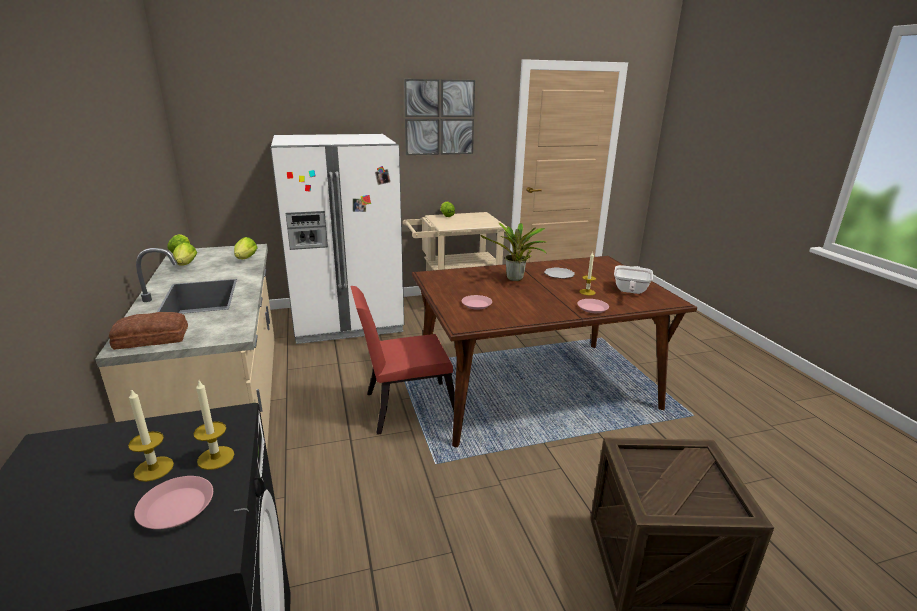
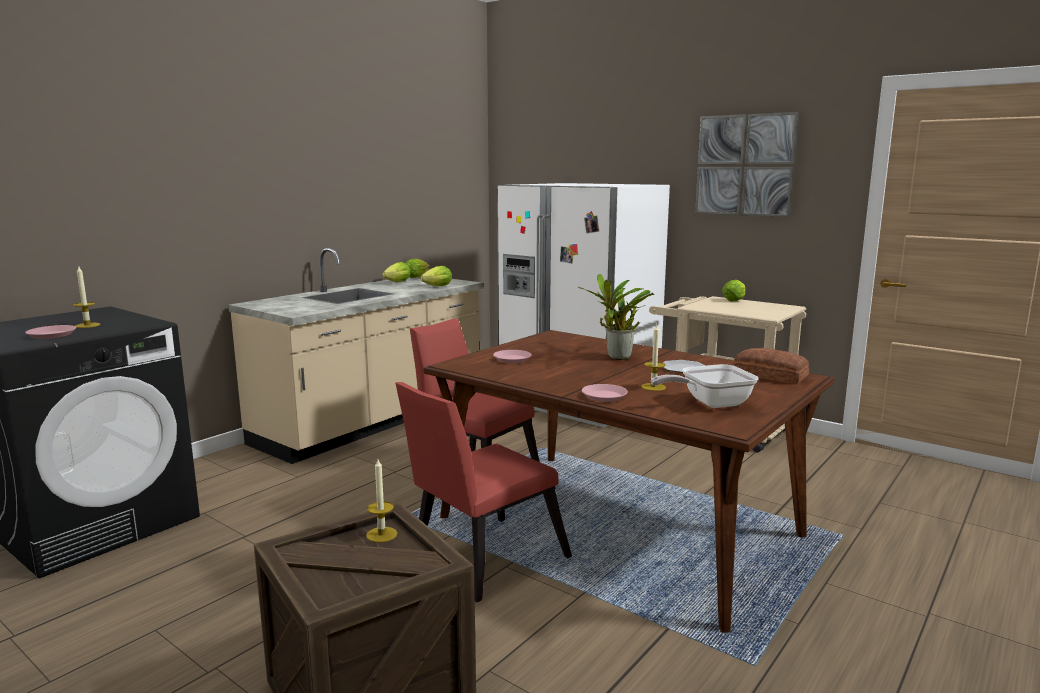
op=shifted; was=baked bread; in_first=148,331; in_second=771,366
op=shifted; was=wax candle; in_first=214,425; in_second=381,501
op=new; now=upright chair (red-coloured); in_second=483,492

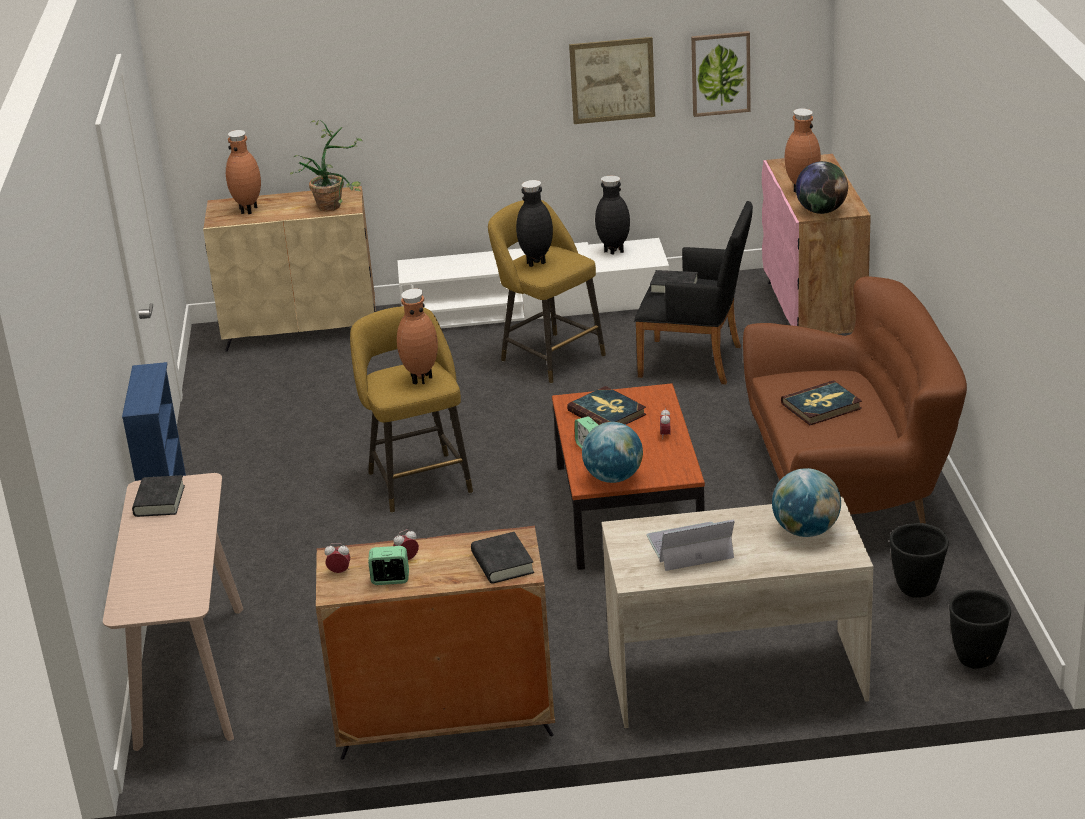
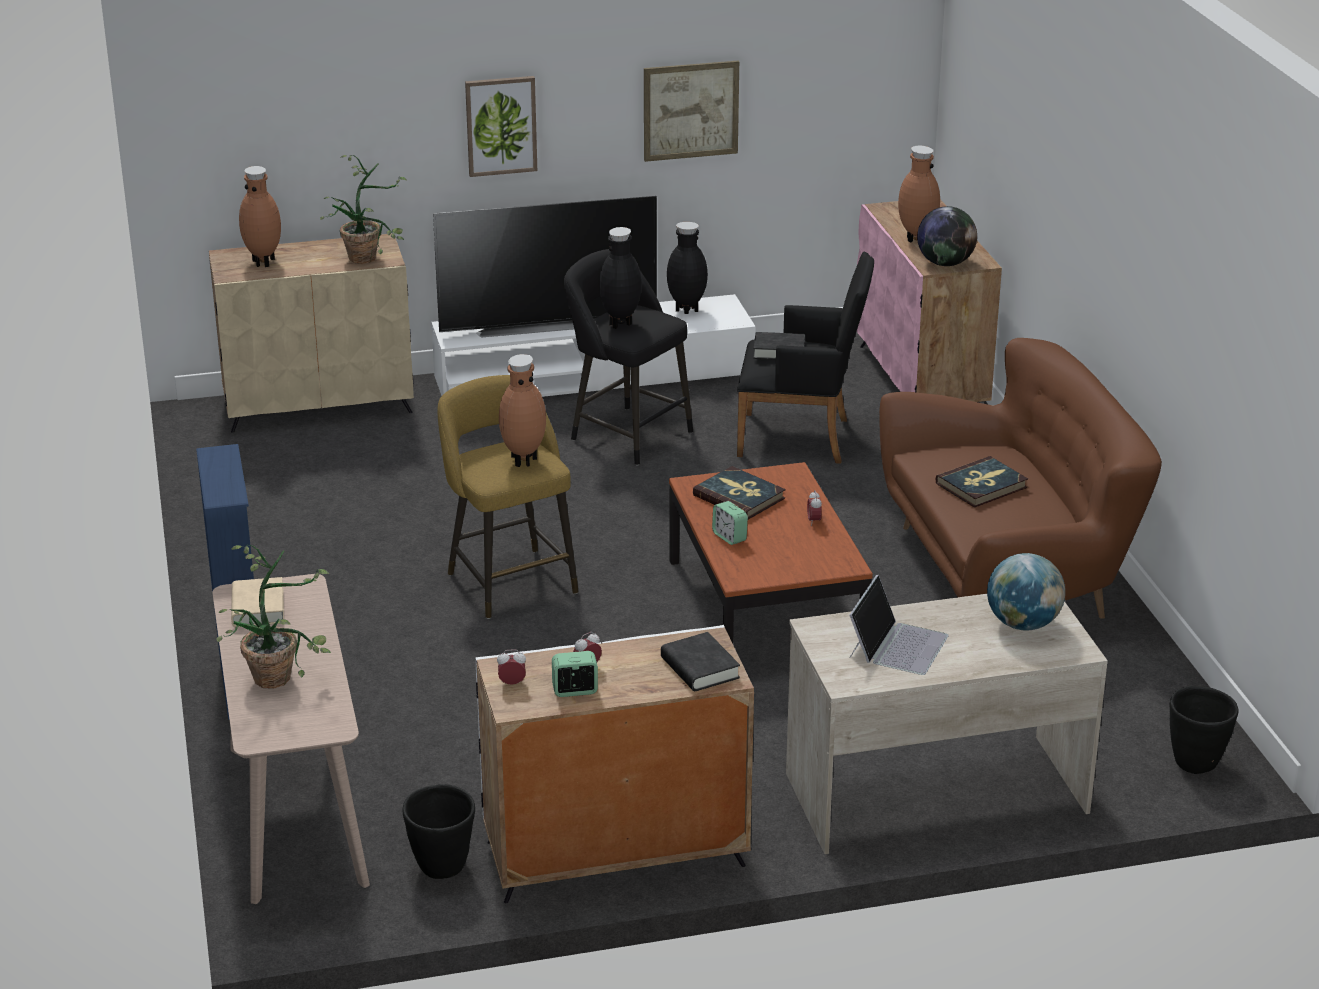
op=shifted; was=picture; in_first=721,74; in_second=501,126
op=repainted; was=stool (yellow); now=stool (black-coloured); in_first=547,292; in_second=628,357
op=gone; was=desk globe; in_first=612,452
op=repainted; was=volume (black-coloured); now=volume (beige); in_first=158,496; in_second=257,602
op=rotated; was=notebook computer; in_first=691,545; in_second=899,625; clockwise=135
op=shifted; was=plant pot (black-coloured); in_first=919,560; in_second=438,831
op=repainted; was=cabinet (brown-coloured); now=cabinet (white); in_first=435,642; in_second=615,764
op=new; now=TV set; in_second=545,266
op=new; now=potted plant; in_second=273,617

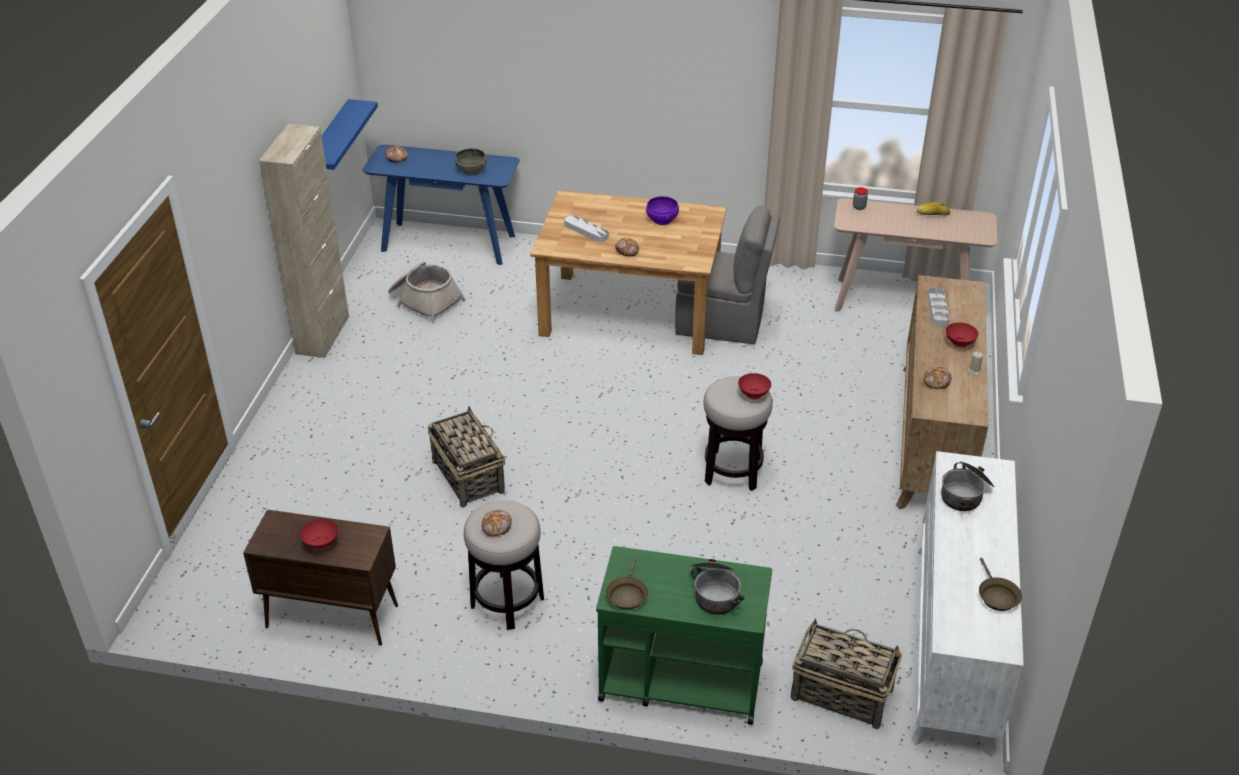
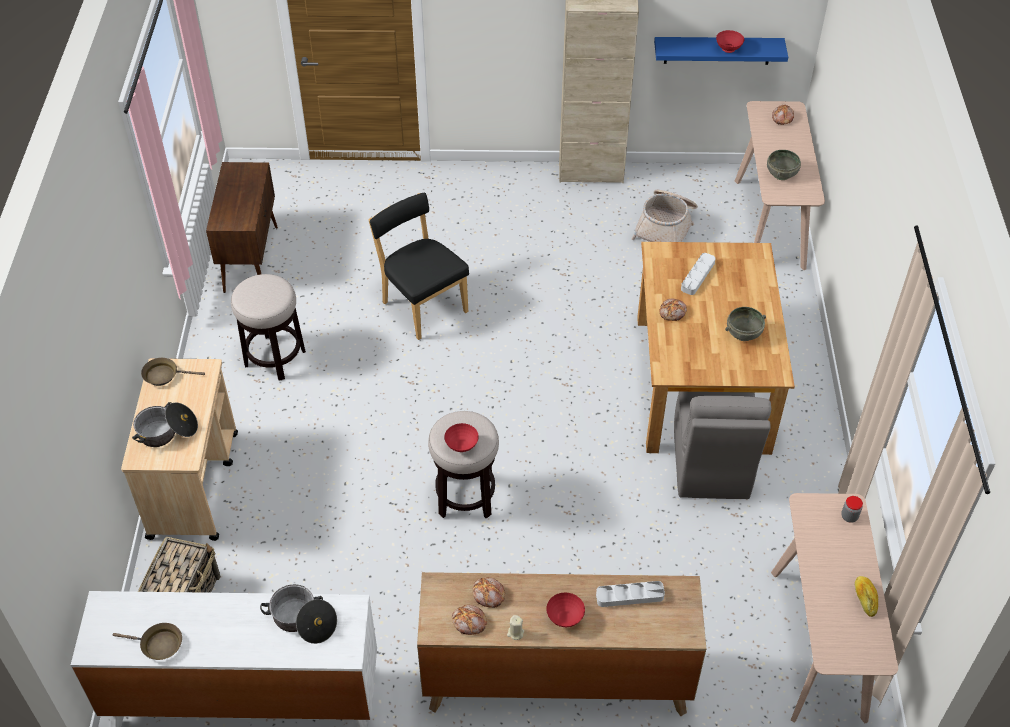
op=repainted; was=hall table (blue-coloured); now=hall table (beige); in_first=441,204; in_second=780,185
op=repainted; was=deep dish (purplish); now=deep dish (grey); in_first=662,210; in_second=745,324
op=swapped; was=basket; now=upright chair (black-coloured); in_first=466,457; in_second=419,266
op=shifted; was=baked bread; in_first=497,523; in_second=469,620
op=shifted; was=deep dish (red-coloured); in_first=319,534; in_second=730,41
op=repainted; was=cart (greenish); now=cart (beige); in_first=684,635; in_second=179,449
op=rotated; was=frying pan (brown-coloured); in_first=1000,584; in_second=147,641; clockwise=-150

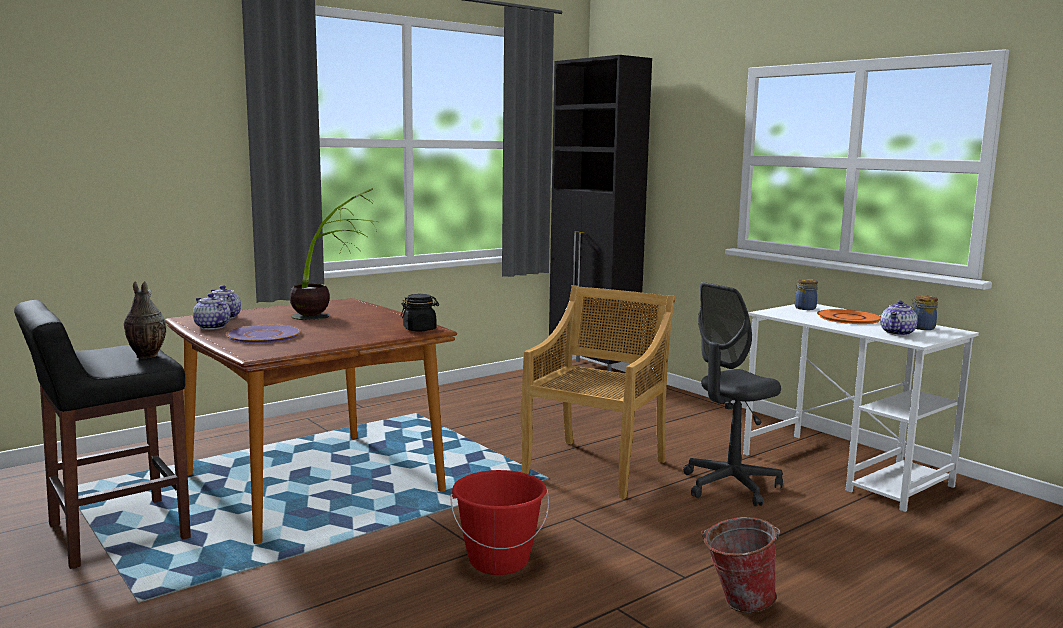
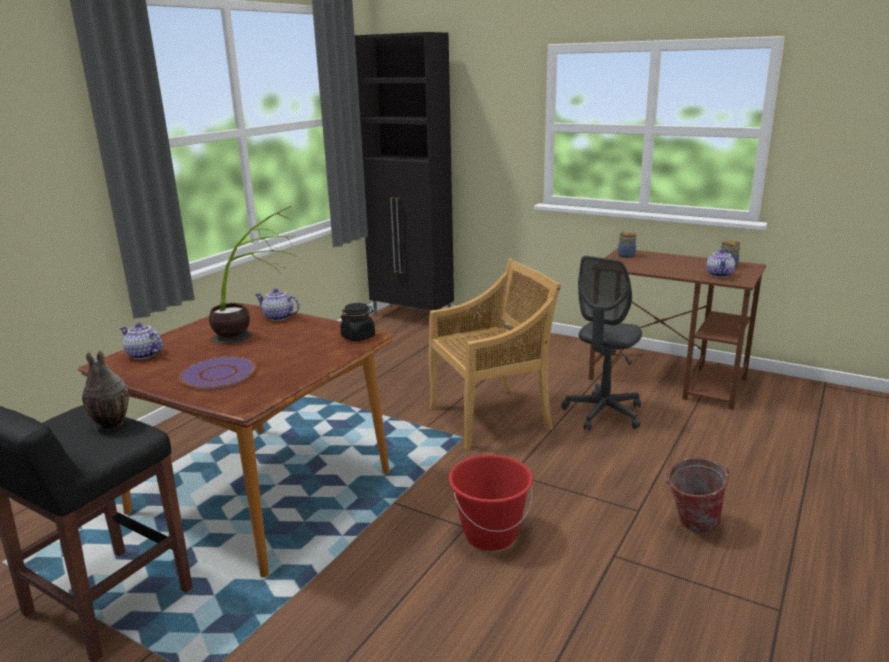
op=rotated; was=upright chair (beige); in_first=597,392; in_second=494,354; clockwise=60
op=shifted; was=pot for tea; in_first=211,311; in_second=277,304
op=repainted; was=desk table (white); now=desk table (brown-coloured); in_first=861,408; in_second=677,329
op=gone; was=flat dish (orange-coloured); in_first=849,316

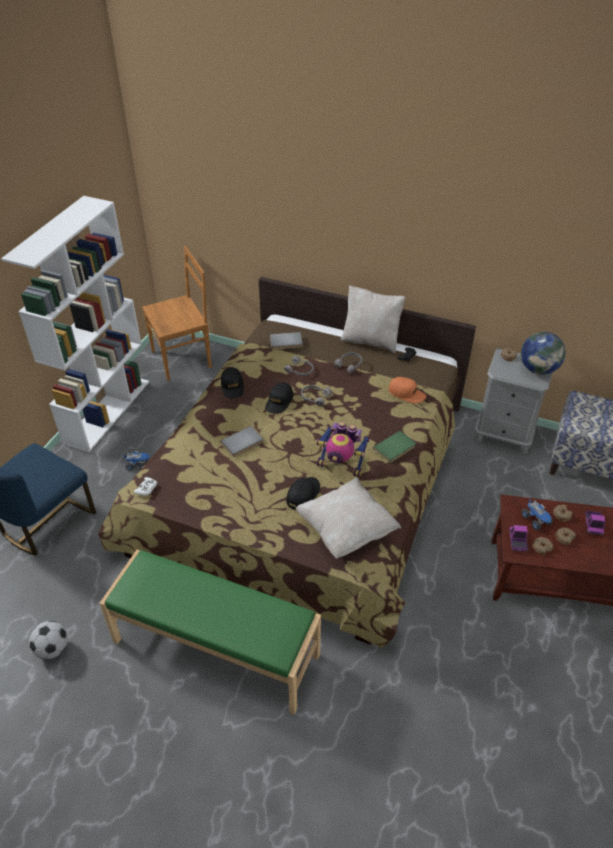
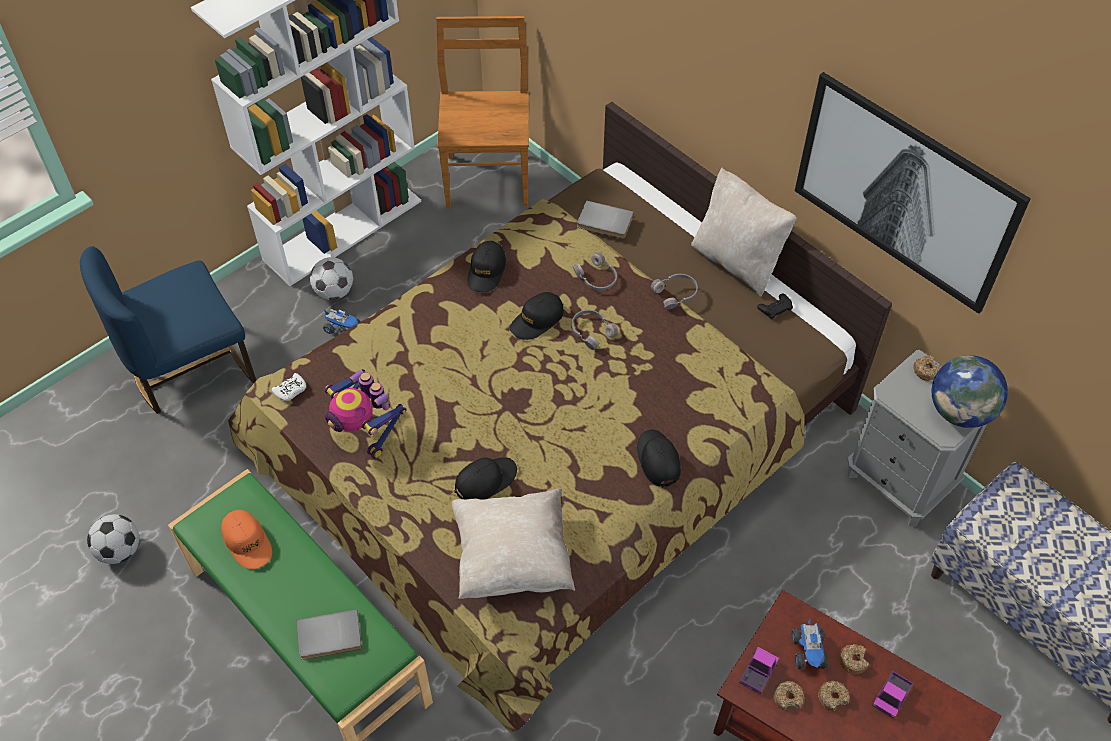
op=rotated; was=upright chair (brown-coloured); in_first=177,313; in_second=482,112; clockwise=-90
op=shifted; was=cap (orange-coloured); in_first=407,390; in_second=246,540
op=shifted; was=model robot; in_first=343,449; in_second=366,414
op=shifted; was=volume (grey); in_first=241,441; in_second=329,634
op=swapped; was=volume (greenish); now=cap (black-coloured); in_first=394,447; in_second=659,458
op=new; now=picture; in_second=913,193
op=new; now=football ball; in_second=331,278

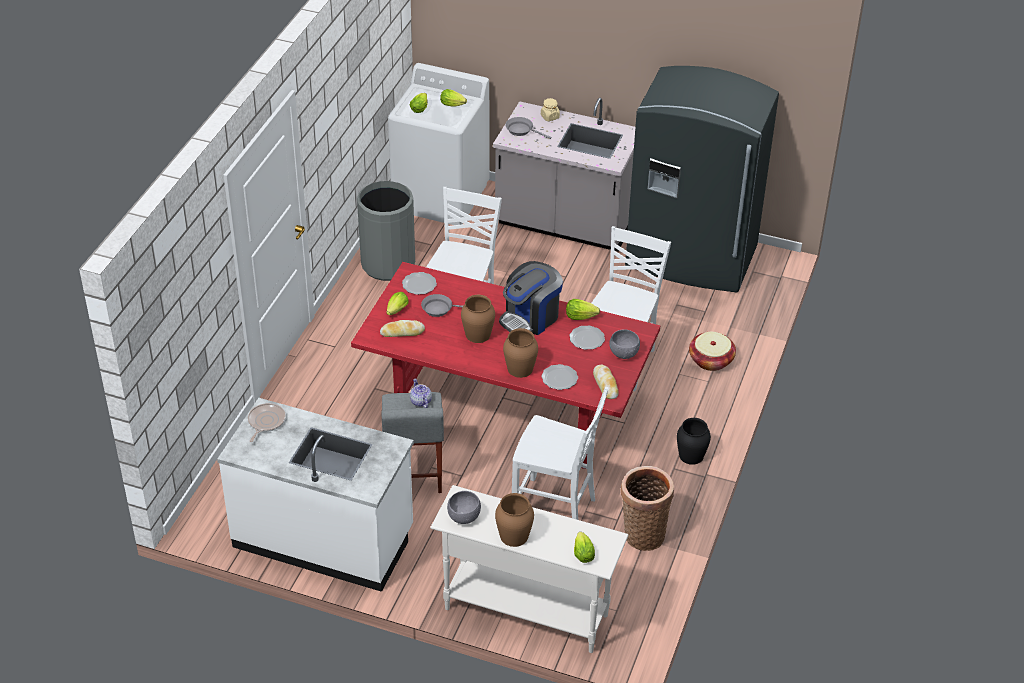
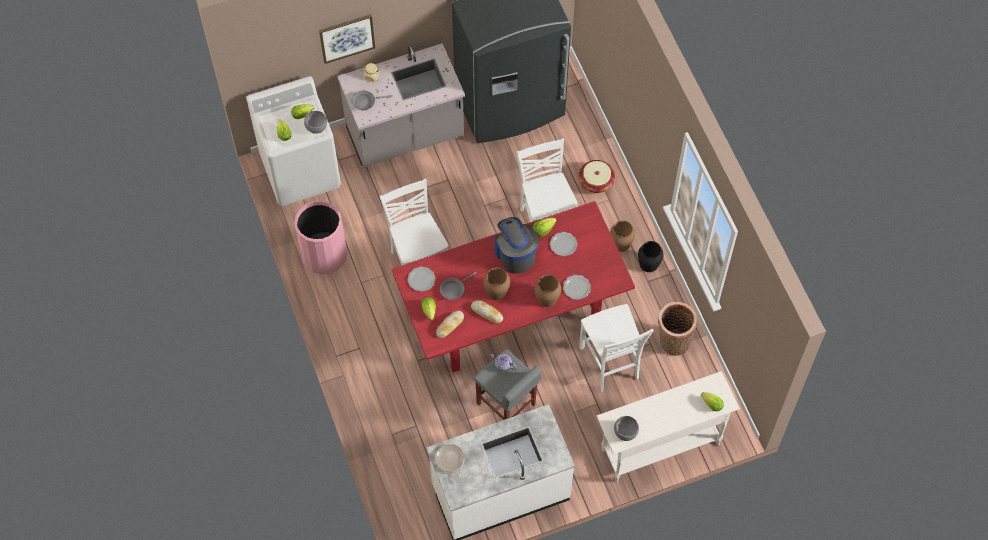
op=repainted; was=trash can (grey); now=trash can (pink); in_first=386,231; in_second=320,237
op=rotated; was=coffee machine; in_first=531,298; in_second=517,245; clockwise=150
op=shifted; was=deep dish (grey); in_first=624,344; in_second=315,122
op=shifted; was=baked bread; in_first=606,382; in_second=487,312
op=rotated; was=upright chair (white); in_first=560,453; in_second=616,348; clockwise=90
op=shifted; was=vase (brown-coloured); in_first=514,520; in_second=622,236
op=new; now=picture; in_second=347,39

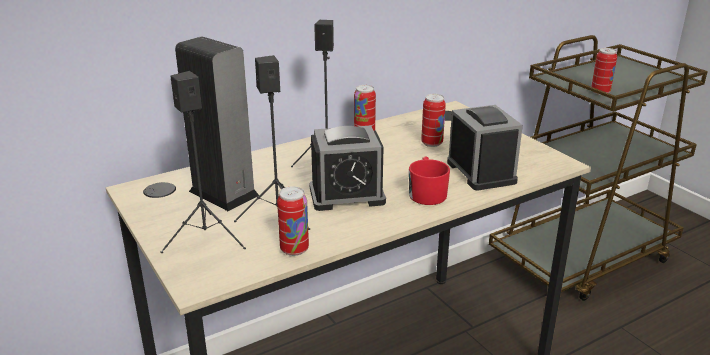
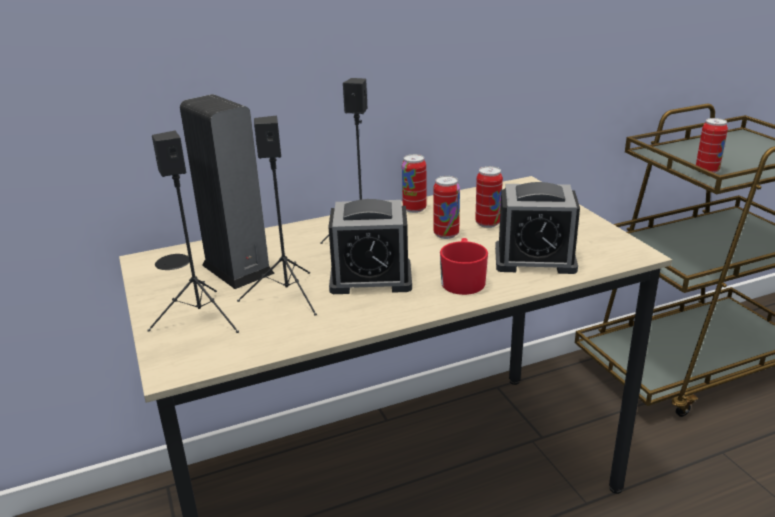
op=rotated; was=alarm clock; in_first=485,148; in_second=537,228; clockwise=105
op=shifted; was=can; in_first=293,221; in_second=446,207

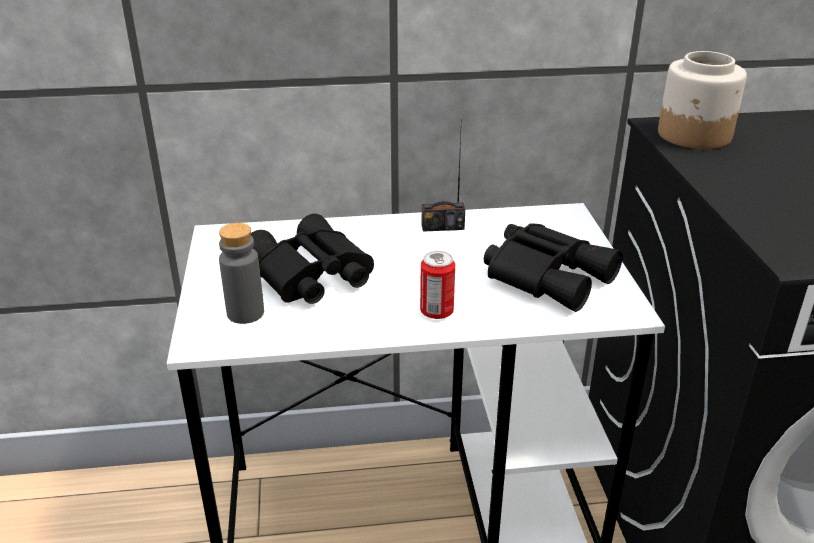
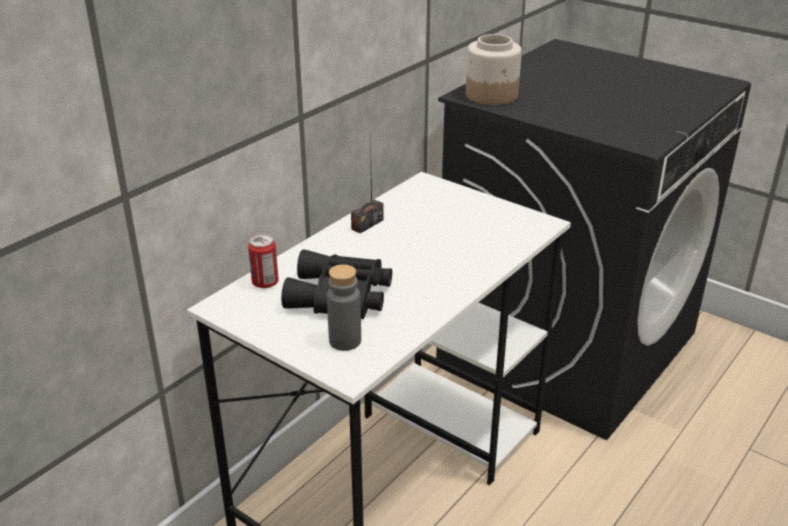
op=gone; was=pair of binoculars (black-coloured); in_first=553,267
op=shifted; was=can; in_first=437,285; in_second=263,261

